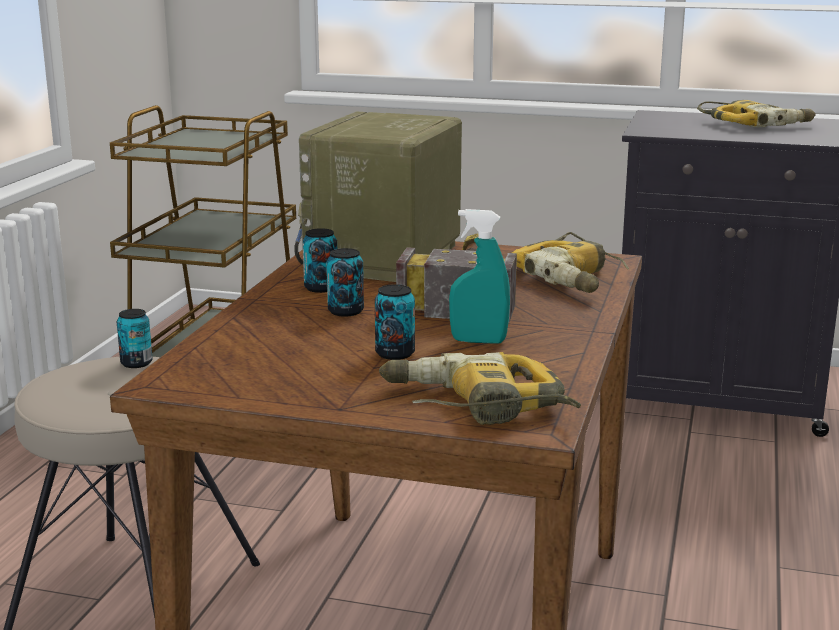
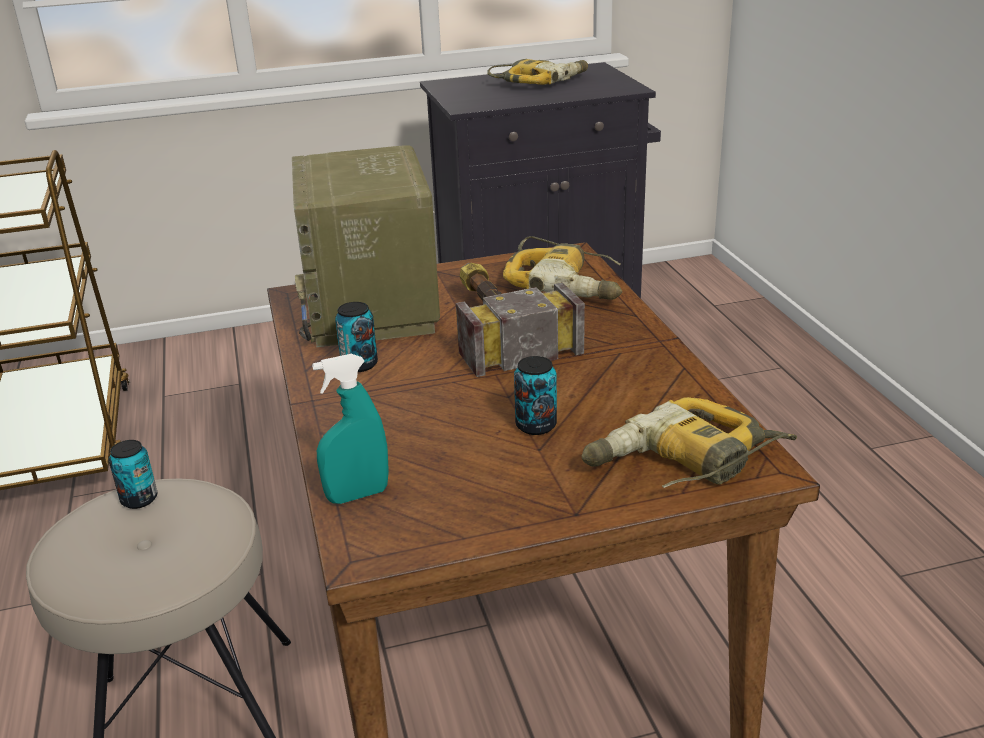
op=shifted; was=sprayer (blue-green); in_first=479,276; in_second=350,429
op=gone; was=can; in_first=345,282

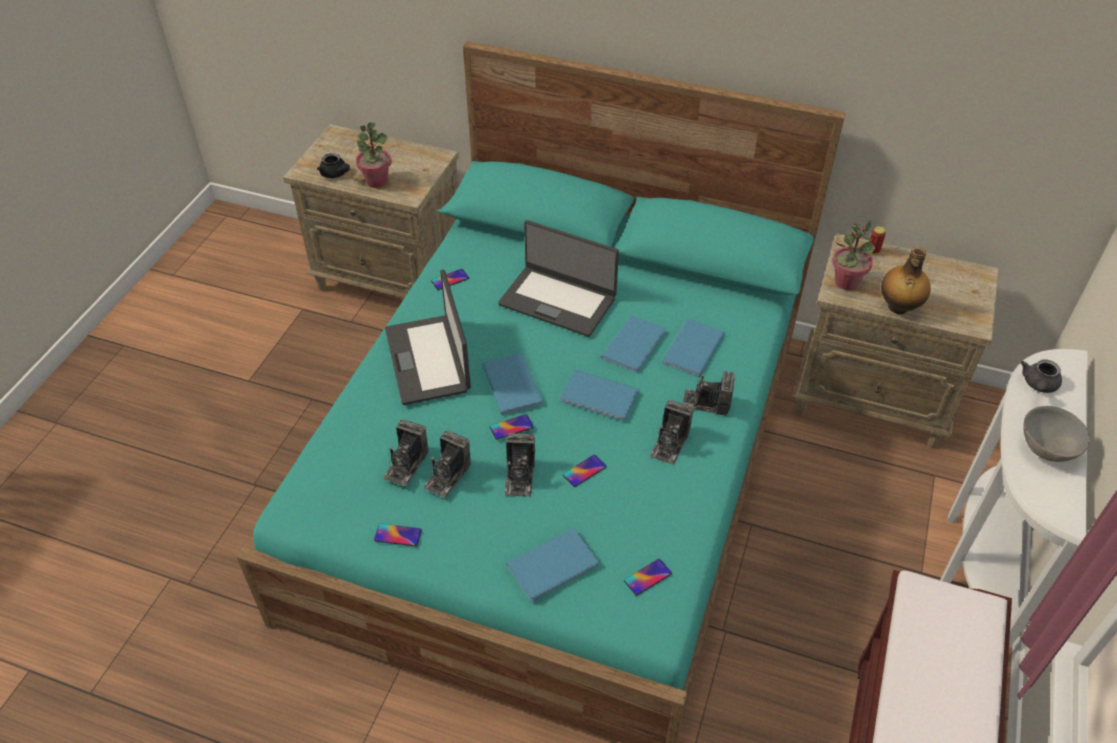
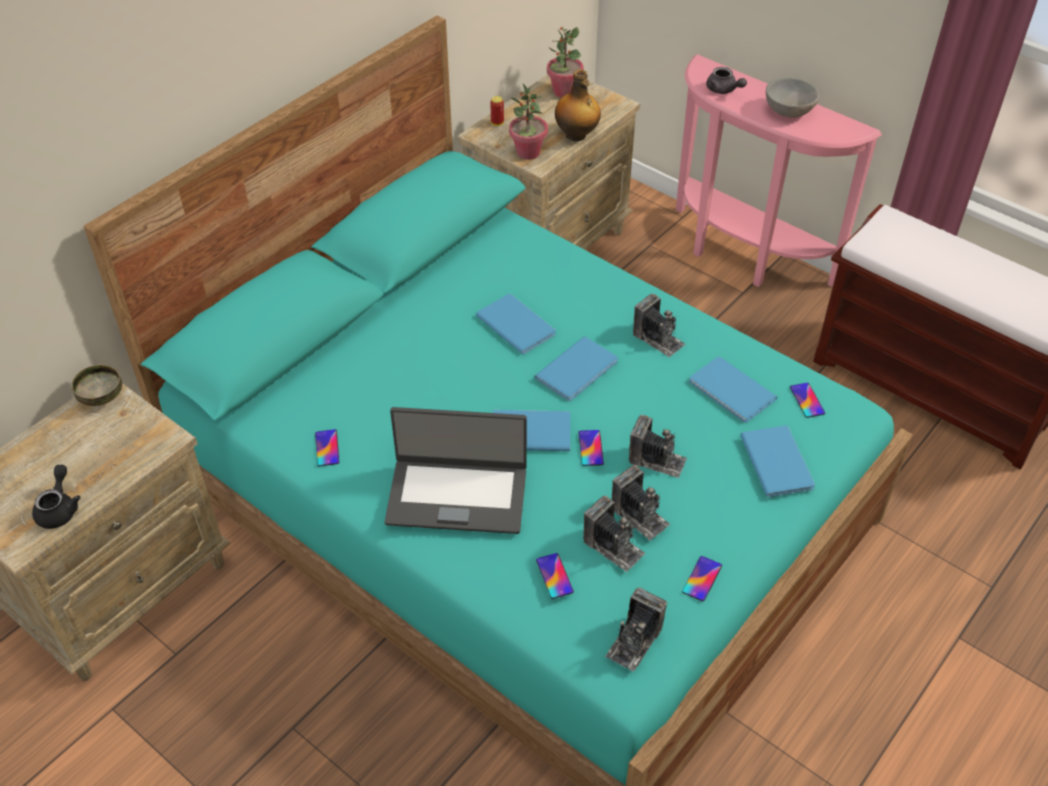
op=shifted; was=potted plant; in_first=374,155; in_second=565,62
op=rotated; was=pot for tea (black-coloured); in_first=333,165; in_second=56,497; clockwise=-60
op=gone; was=notebook computer; in_first=558,278
op=shifted; was=volume (blue-coloured); in_first=693,348; in_second=733,389
op=repainted; was=hall table (white); now=hall table (pink); in_first=1014,499; in_second=779,170
op=shifted; was=photo camera; in_first=709,393; in_second=636,629
op=shifted; was=handset; in_first=585,471; in_second=555,576
op=new; now=deep dish; in_second=96,385

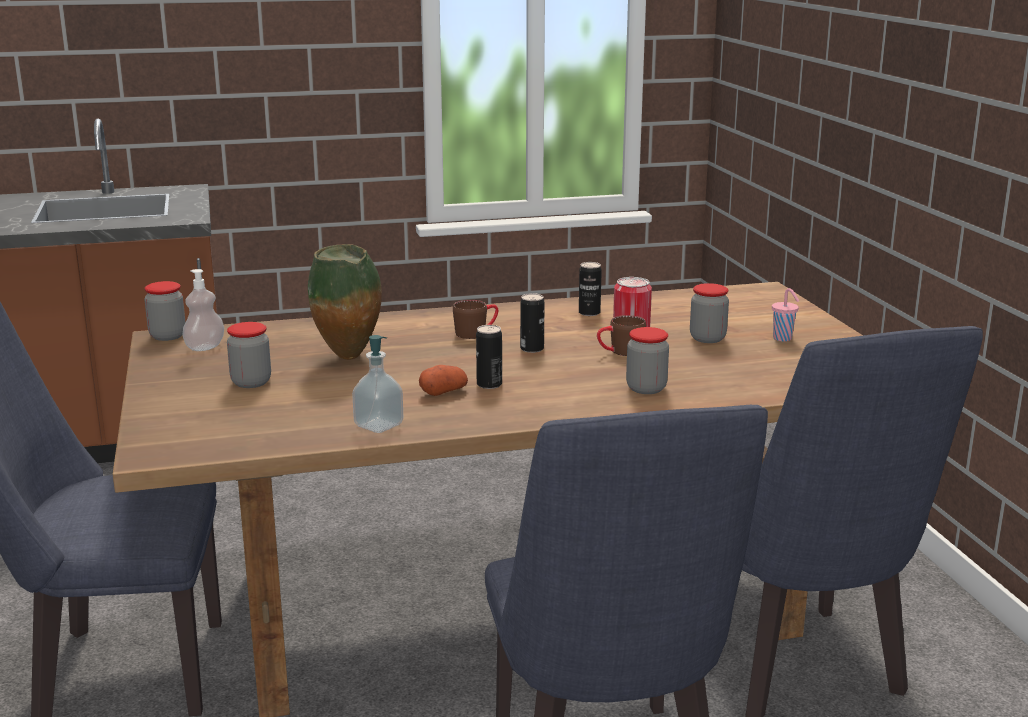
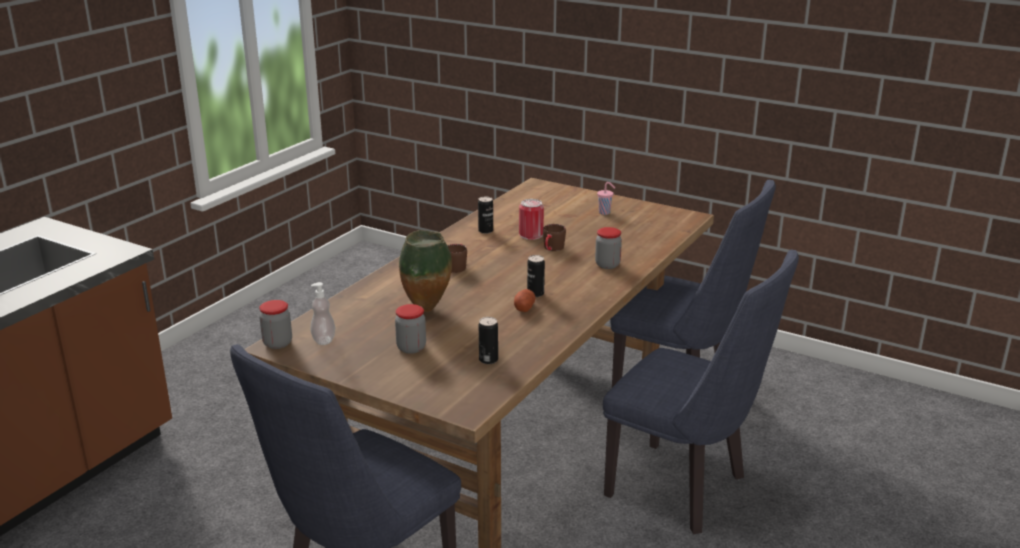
op=gone; was=jar; in_first=709,313
op=shifted; was=can; in_first=532,323; in_second=488,340
op=gone; was=soap dispenser; in_first=377,384

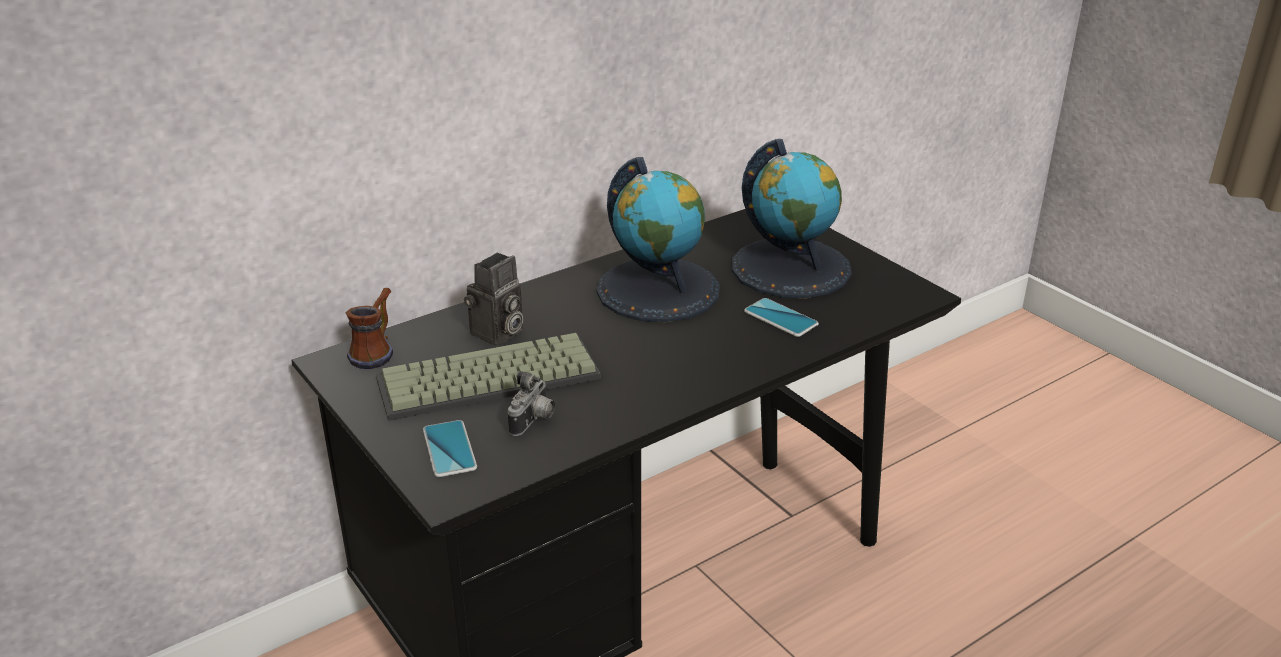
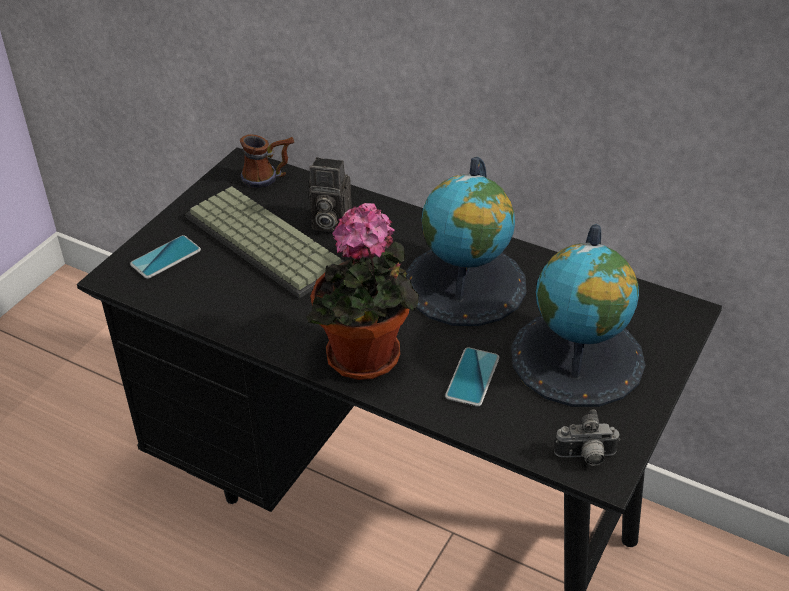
op=shifted; was=photo camera; in_first=531,403; in_second=587,437
op=new; now=potted plant; in_second=362,291

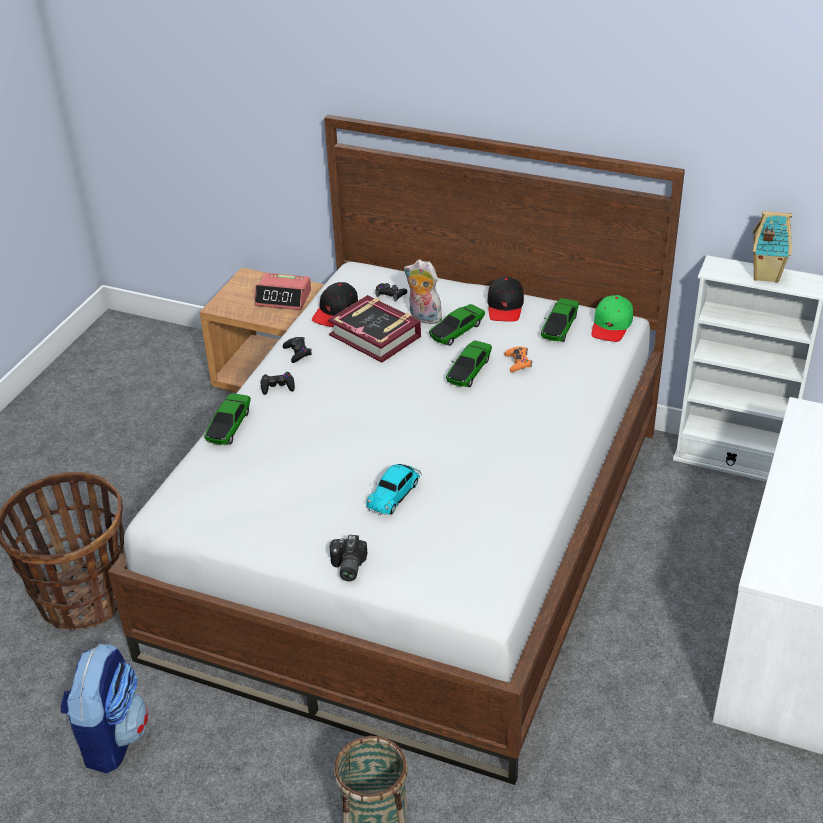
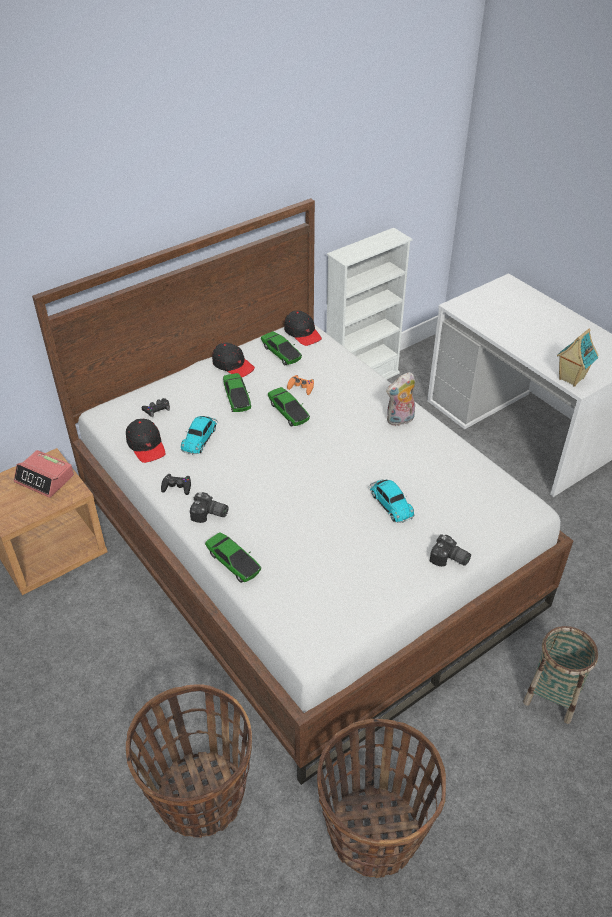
op=shifted; was=toy house; in_first=772,247; in_second=578,357
op=shifted; was=plush toy; in_first=424,292; in_second=400,399
op=rotated; was=alarm clock; in_first=282,291; in_second=44,474; clockwise=75
op=swapped; was=volume; now=model car; in_first=374,329; in_second=199,435
op=repainted; was=cap (greenish); now=cap (black-coloured); in_first=612,318; in_second=303,328
op=swapped; was=joypad (black-coloured); now=photo camera; in_first=278,383; in_second=209,507
op=swapped; was=knapsack; now=basket; in_first=104,709; in_second=381,798

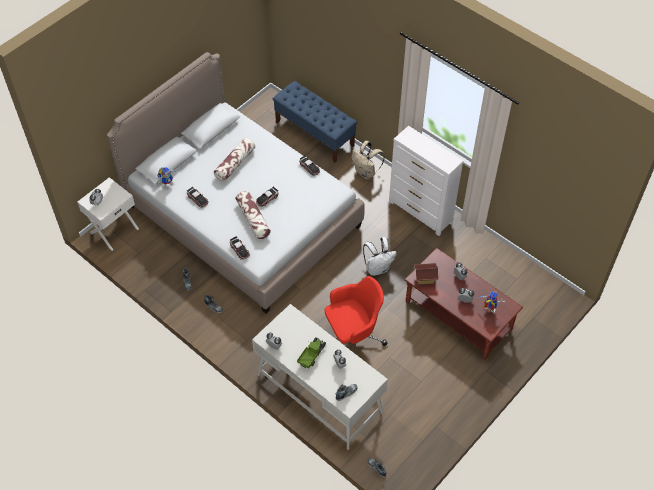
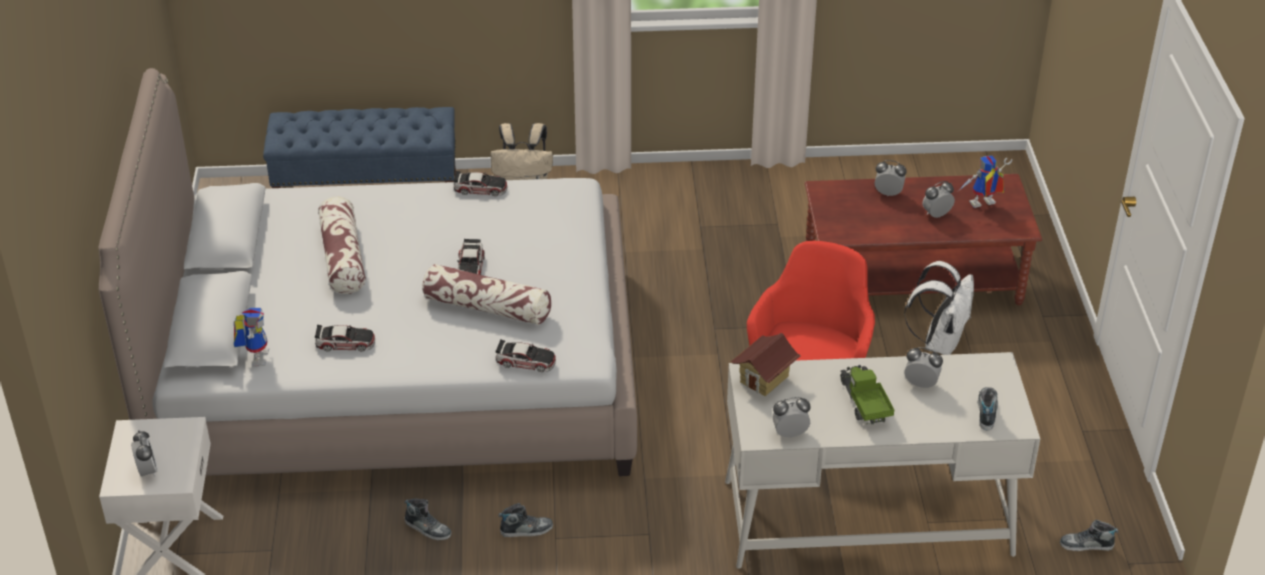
op=gone; was=drawer chest (white); in_first=426,181
op=shifted; was=knapsack (white); in_first=380,256; in_second=939,308
op=shifted; was=toy house; in_first=426,274; in_second=766,364

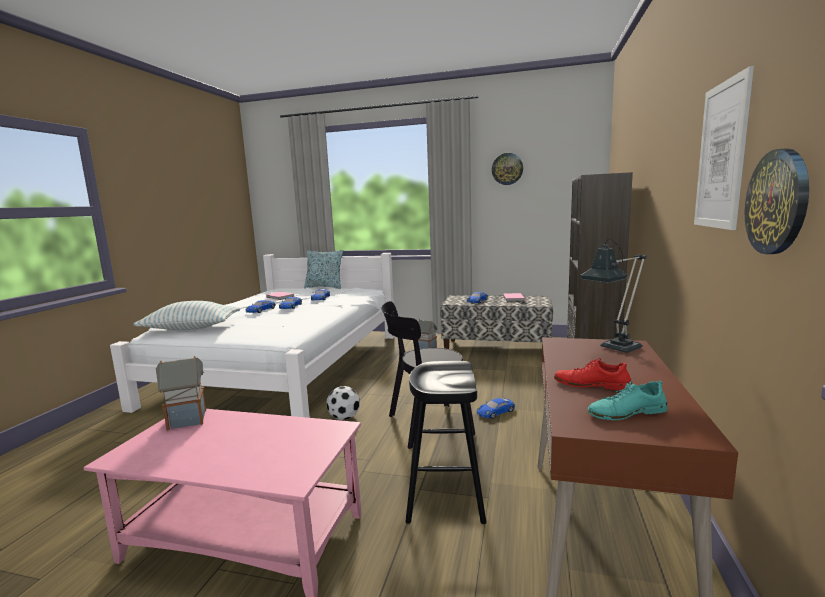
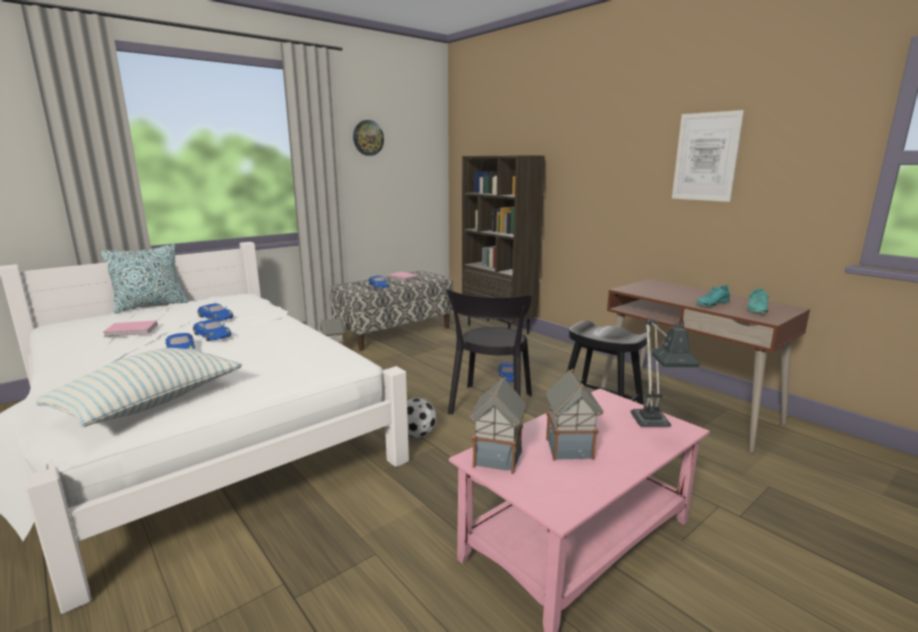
op=gone; was=clock on the wall; in_first=777,201
op=shifted; was=table lamp; in_first=613,296; in_second=665,372
op=repainted; was=shoe (red-coloured); now=shoe (blue-green); in_first=593,374; in_second=713,296
op=new; now=toy house; in_second=574,414

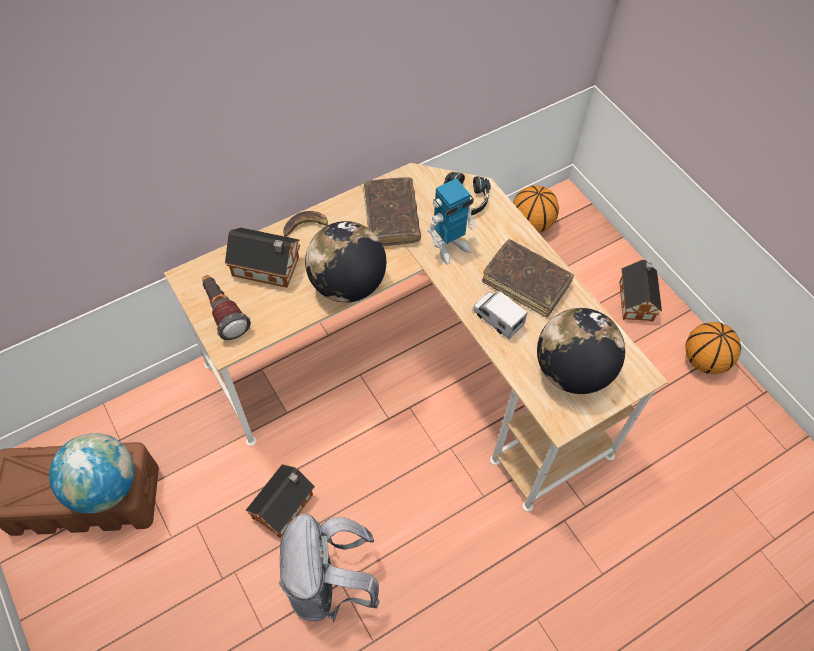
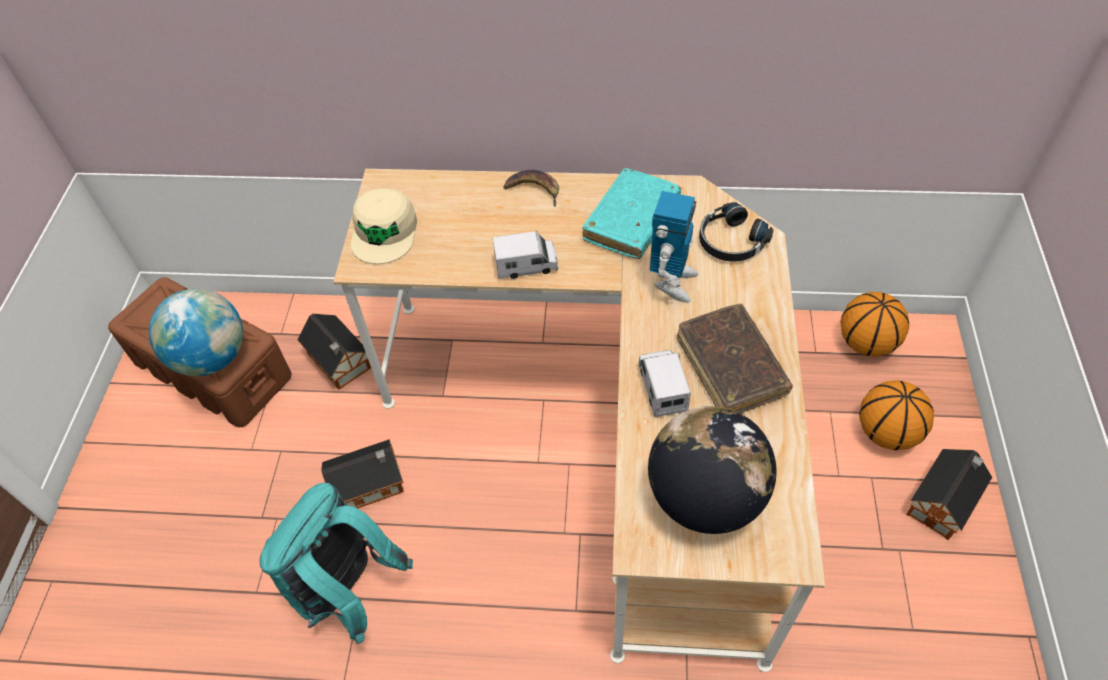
op=repainted; was=volume (brown-coloured); now=volume (blue-green); in_first=392,211; in_second=631,213
op=rotated; was=model robot; in_first=452,221; in_second=674,247; clockwise=-75
op=swapped; was=desk globe; now=toy lorry; in_first=345,262; in_second=526,255
op=shifted; was=toy house; in_first=262,257; in_second=334,351
op=swapped; was=hand torch; now=cap (beige); in_first=226,307; in_second=384,226
op=shifted; was=ball for basketball; in_first=713,348; in_second=896,415
op=repainted; was=knapsack (grey); now=knapsack (blue-green); in_first=329,568; in_second=336,563

